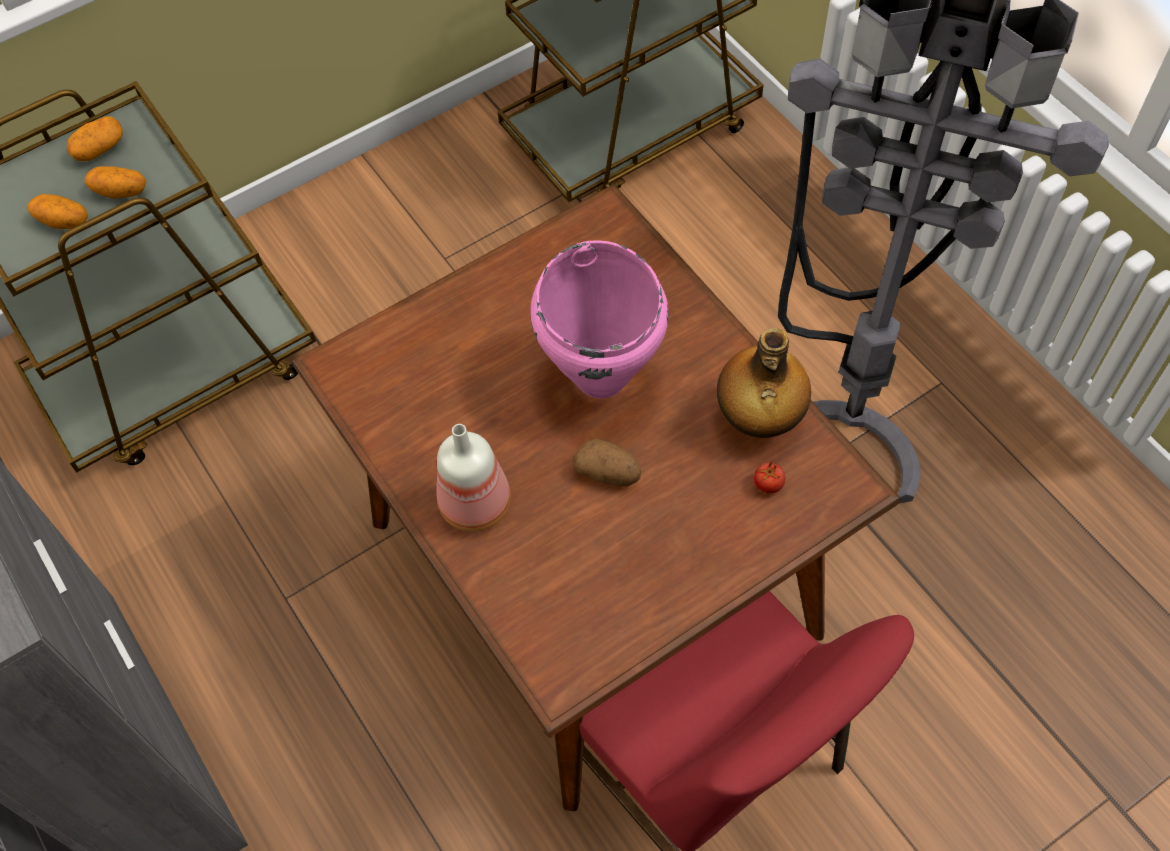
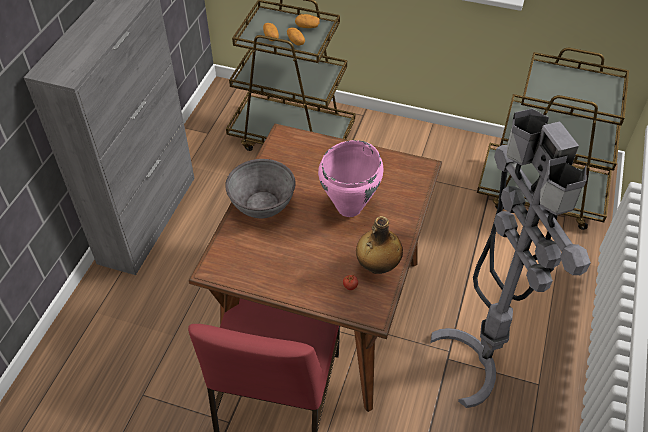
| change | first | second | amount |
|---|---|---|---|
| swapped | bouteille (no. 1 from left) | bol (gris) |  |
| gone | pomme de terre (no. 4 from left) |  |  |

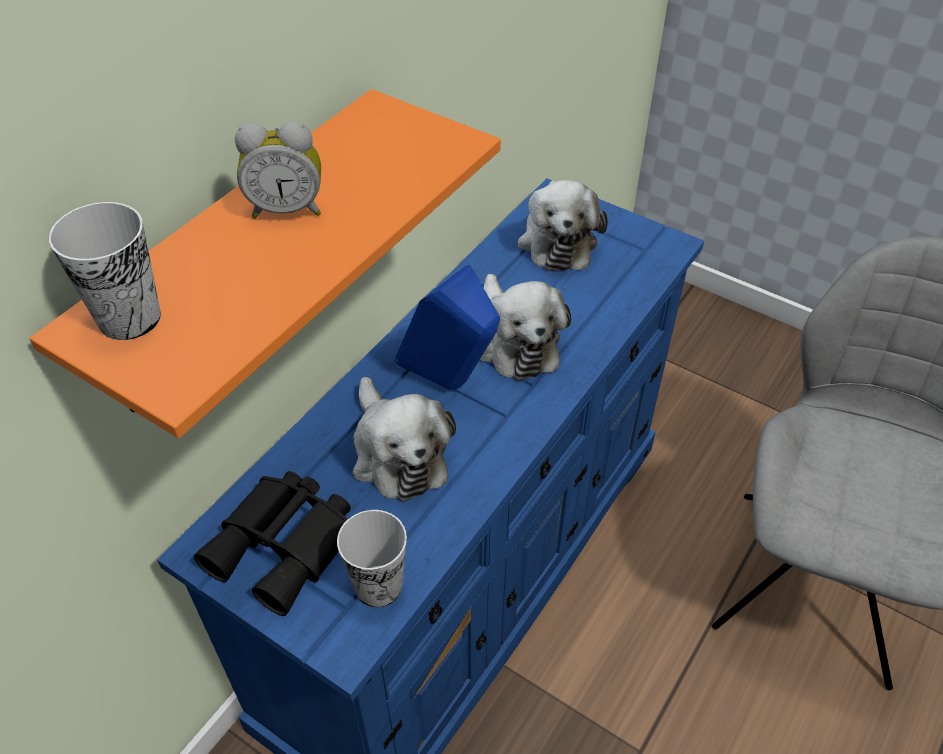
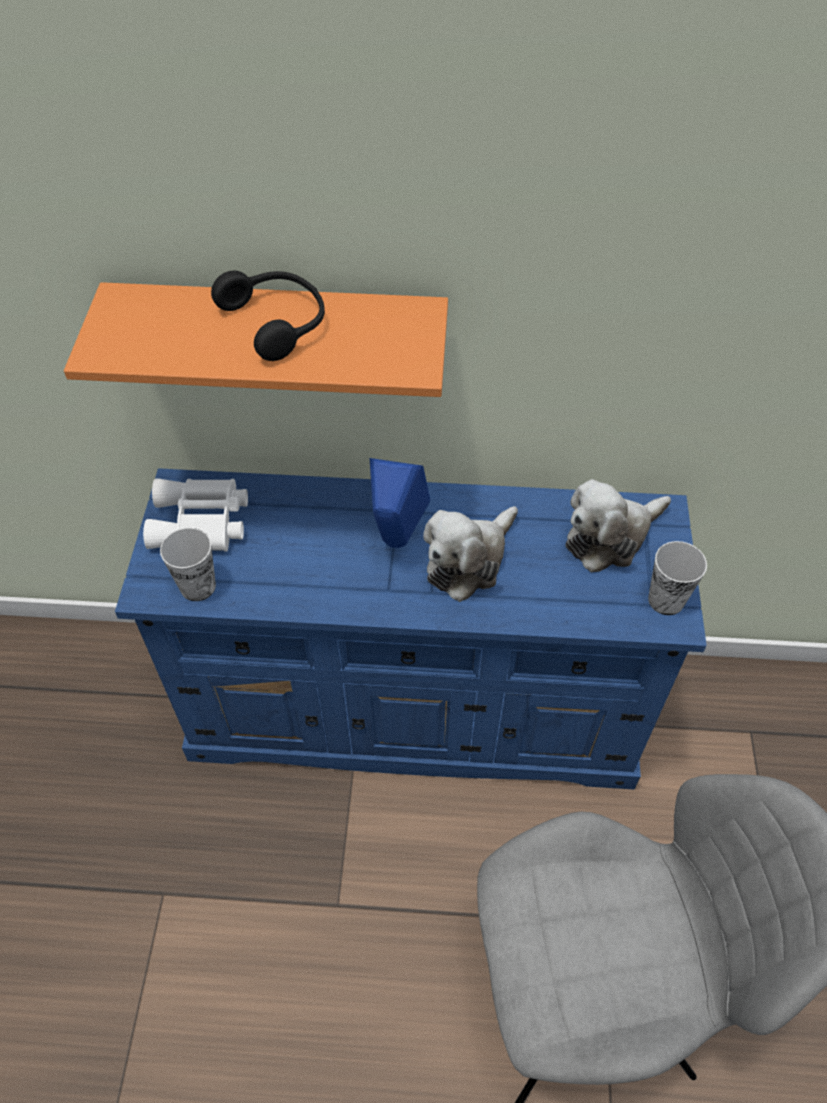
| change | first | second | amount |
|---|---|---|---|
| shifted | tasse (no. 1 from left in the first image) | tasse (no. 2 from left) |  |
| repainted | jumelles (noir) | jumelles (blanc) |  |
| swapped | réveil | casque audio (noir) |  |
| gone | peluche (no. 1 from left) |  |  |

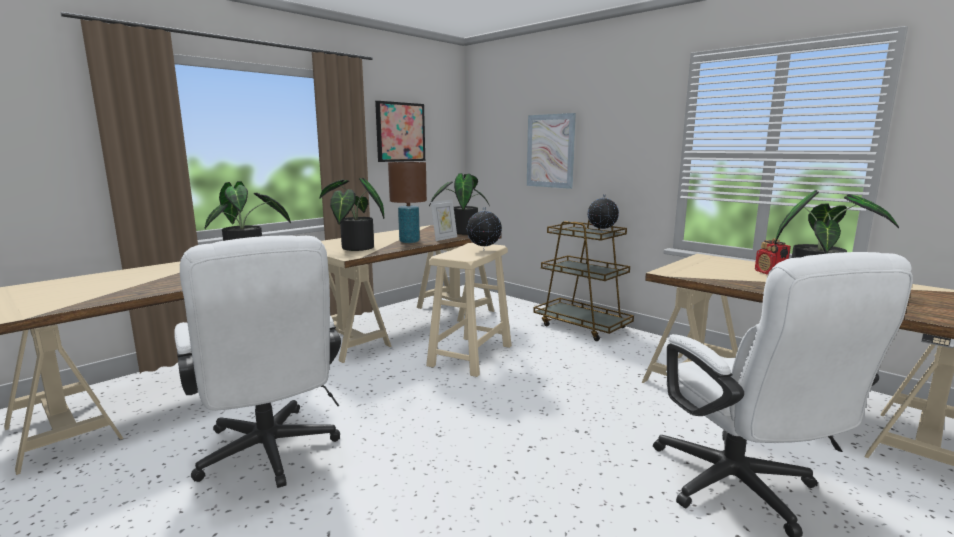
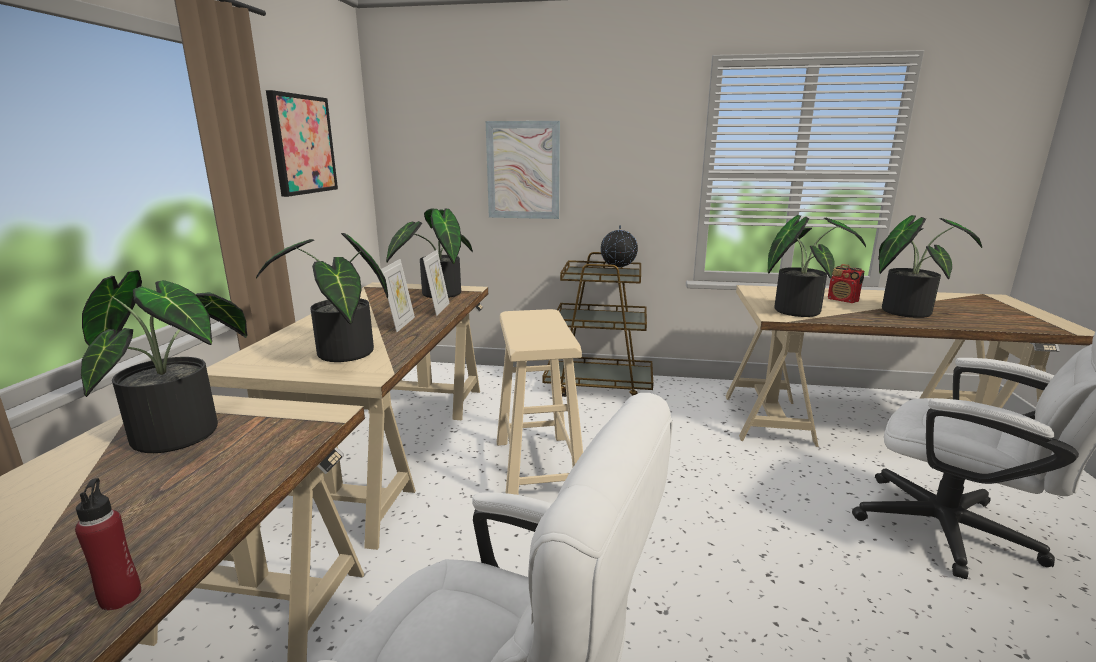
| change | first | second | amount |
|---|---|---|---|
| swapped | lampe de table (marron) | cadre photo (no. 1 from left) |  |
| gone | globe (no. 1 from left) |  |  |
| new |  | bouteille (rouge) |  |
| new |  | plante en pot (no. 4 from left) |  |

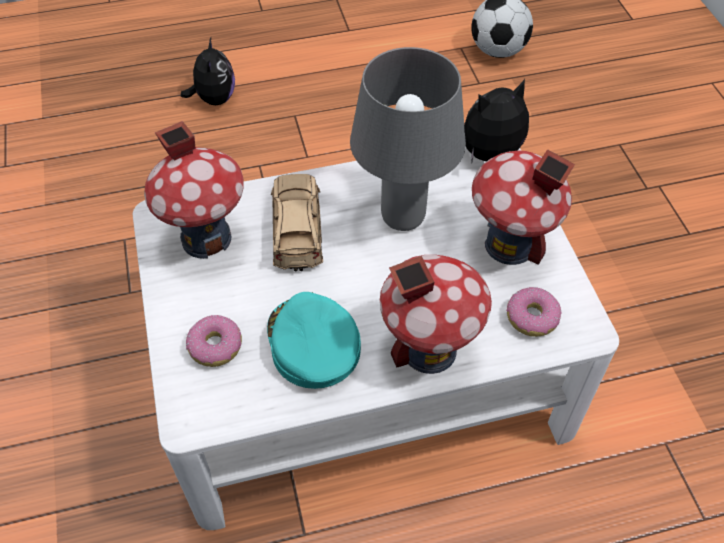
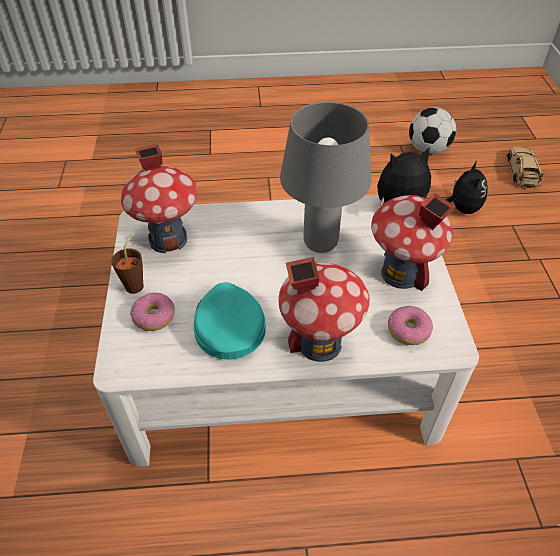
| change | first | second | amount |
|---|---|---|---|
| shifted | peluche (no. 1 from left in the first image) | peluche (no. 2 from left) |  |
| shifted | petite voiture (beige) |  |  |
| new |  | tasse (marron) |  |

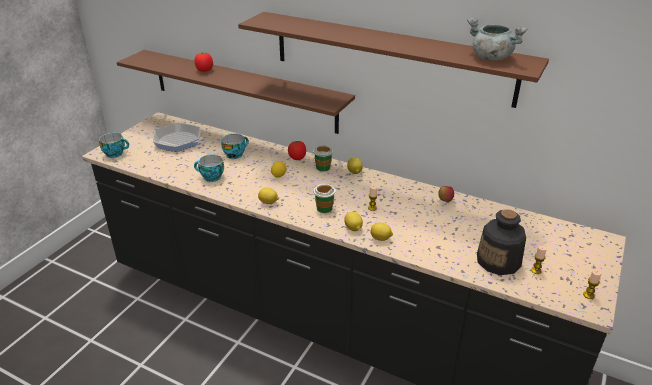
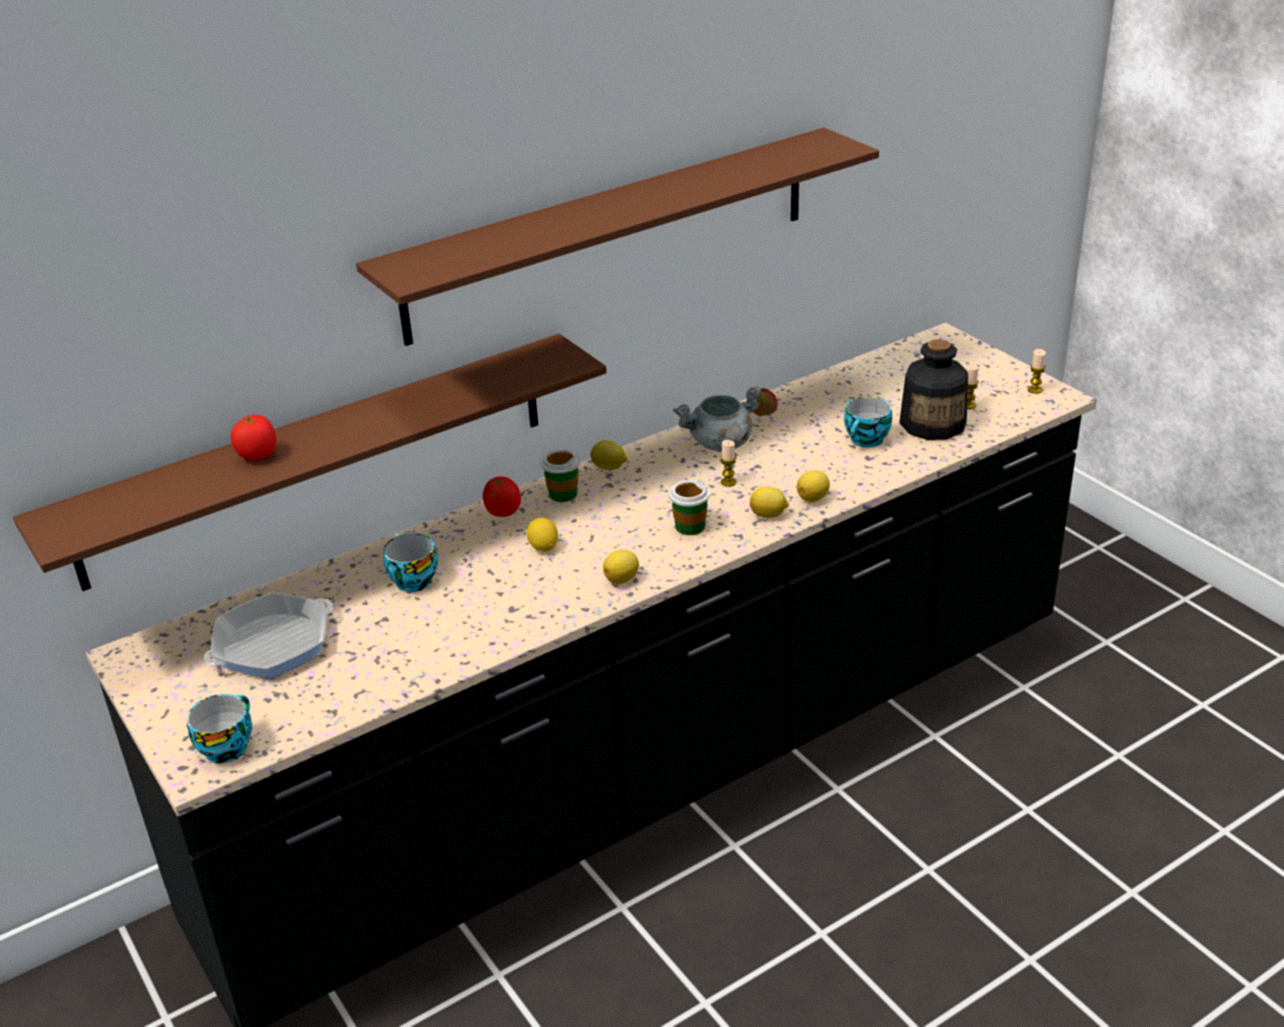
| change | first | second | amount |
|---|---|---|---|
| shifted | tasse (no. 2 from left in the first image) | tasse (no. 5 from left) |  |
| shifted | marmite (gris) |  |  |

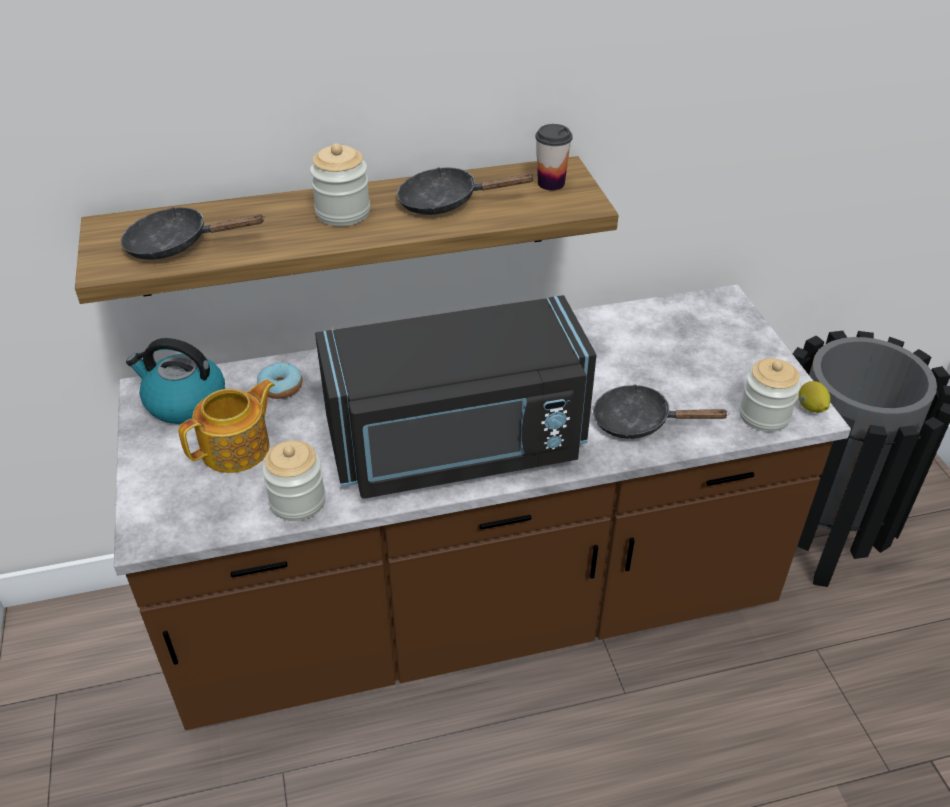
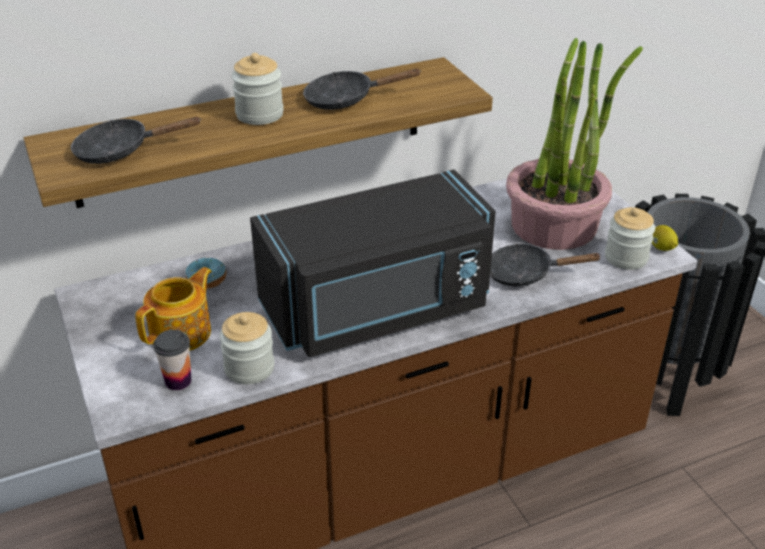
| change | first | second | amount |
|---|---|---|---|
| gone | bouilloire |  |  |
| shifted | tasse |  |  |
| new |  | plante en pot |  |

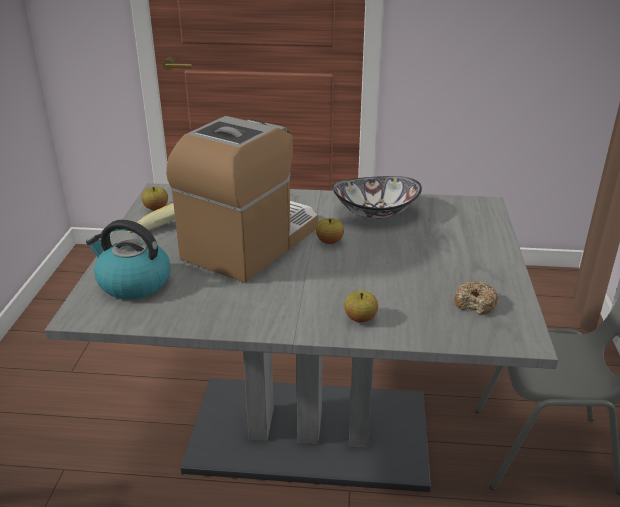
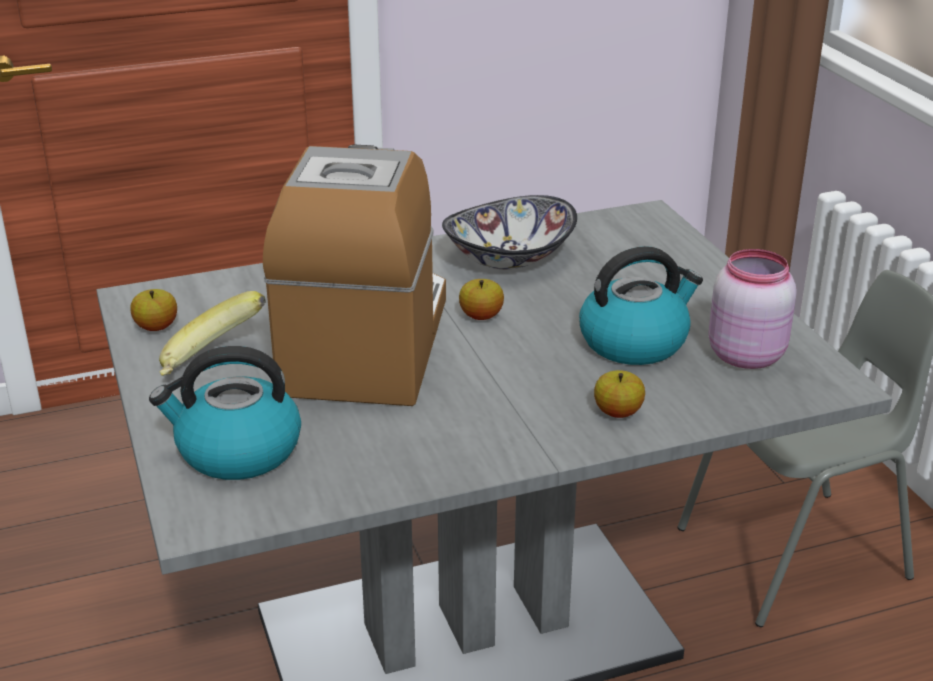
| change | first | second | amount |
|---|---|---|---|
| swapped | beignet | bocal (rose) |  |
| new |  | bouilloire (no. 2 from left) |  |

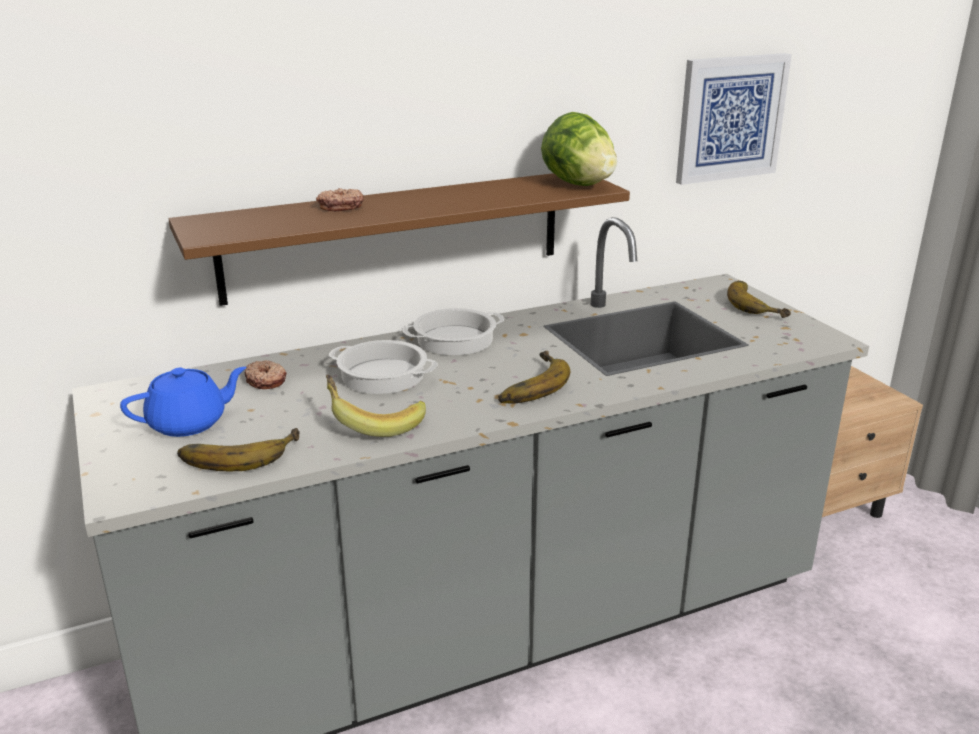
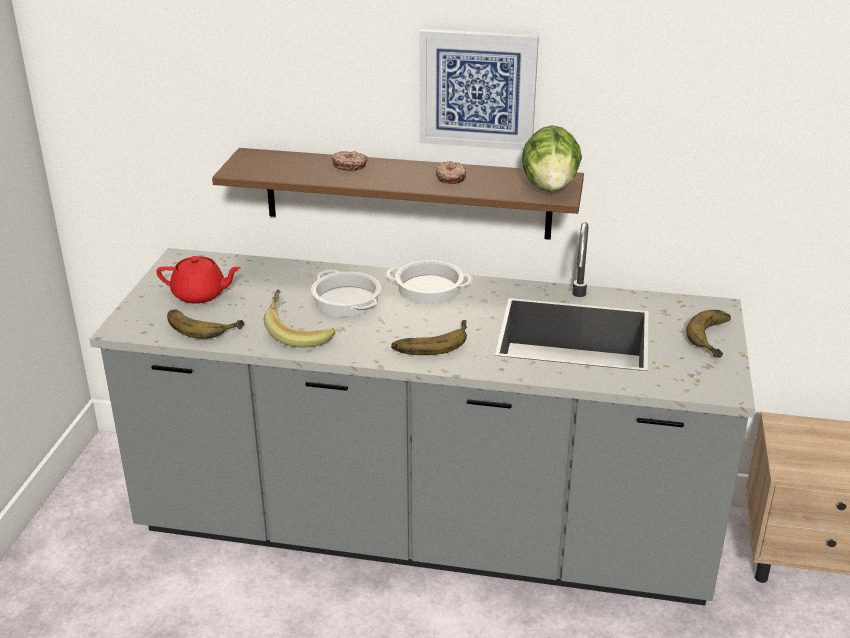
| change | first | second | amount |
|---|---|---|---|
| repainted | théière (bleu) | théière (rouge) |  |
| shifted | beignet (no. 1 from left in the first image) | beignet (no. 2 from left) |  |
| shifted | tableau |  |  |

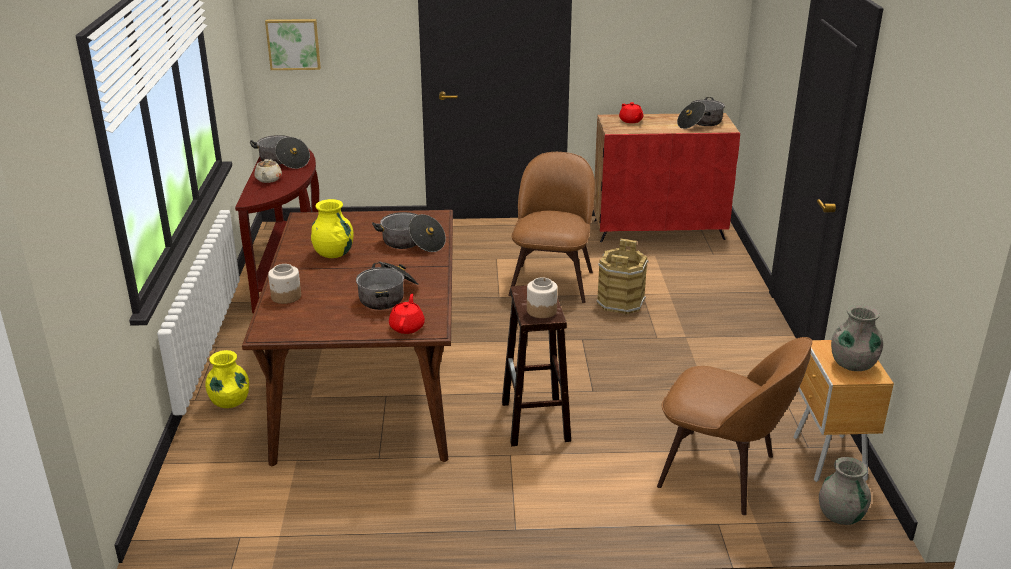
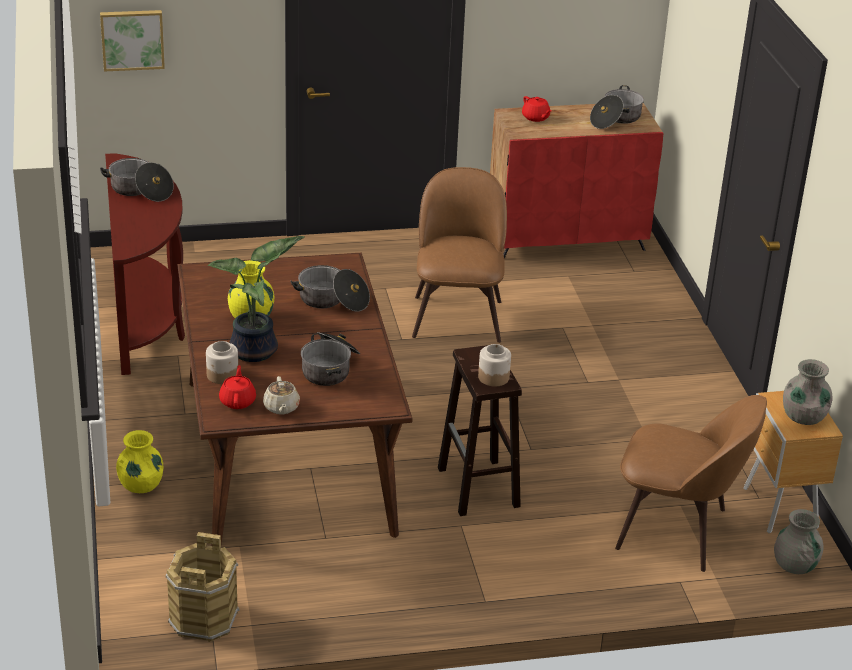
| change | first | second | amount |
|---|---|---|---|
| shifted | théière (beige) |  |  |
| shifted | théière (rouge) (no. 1 from left) |  |  |
| shifted | seau (marron) |  |  |
| new |  | plante en pot |  |

